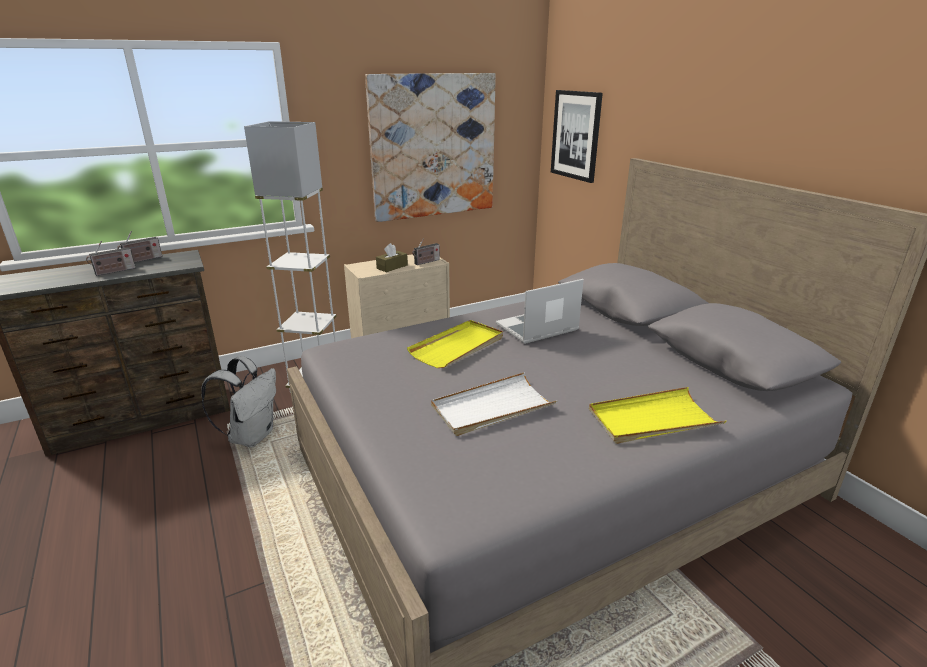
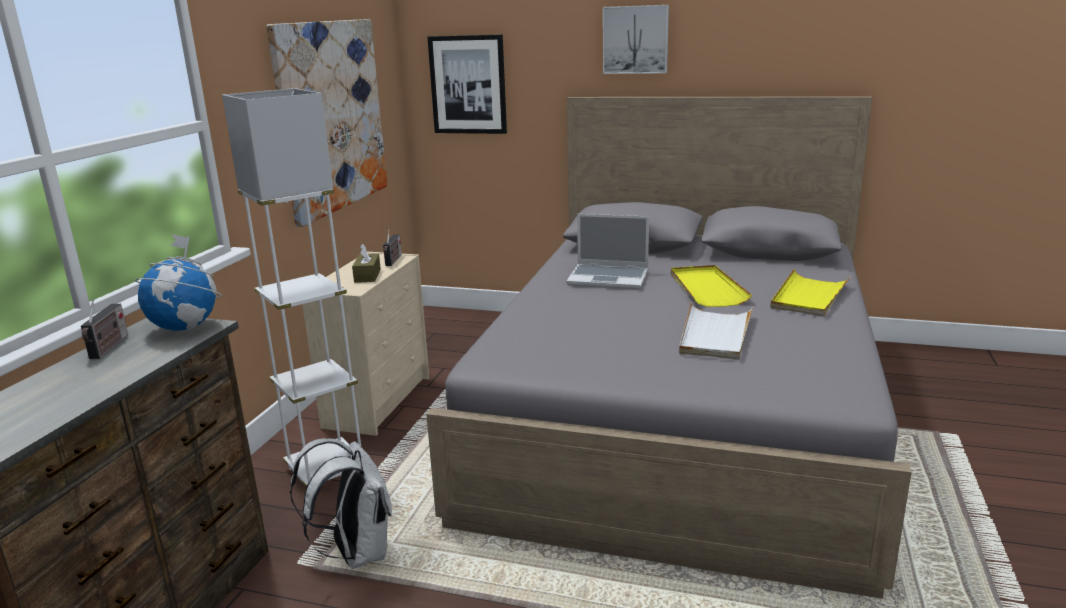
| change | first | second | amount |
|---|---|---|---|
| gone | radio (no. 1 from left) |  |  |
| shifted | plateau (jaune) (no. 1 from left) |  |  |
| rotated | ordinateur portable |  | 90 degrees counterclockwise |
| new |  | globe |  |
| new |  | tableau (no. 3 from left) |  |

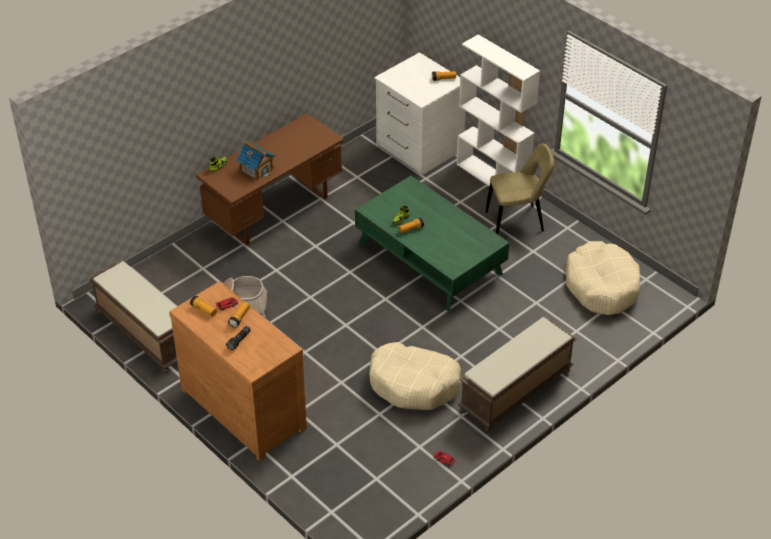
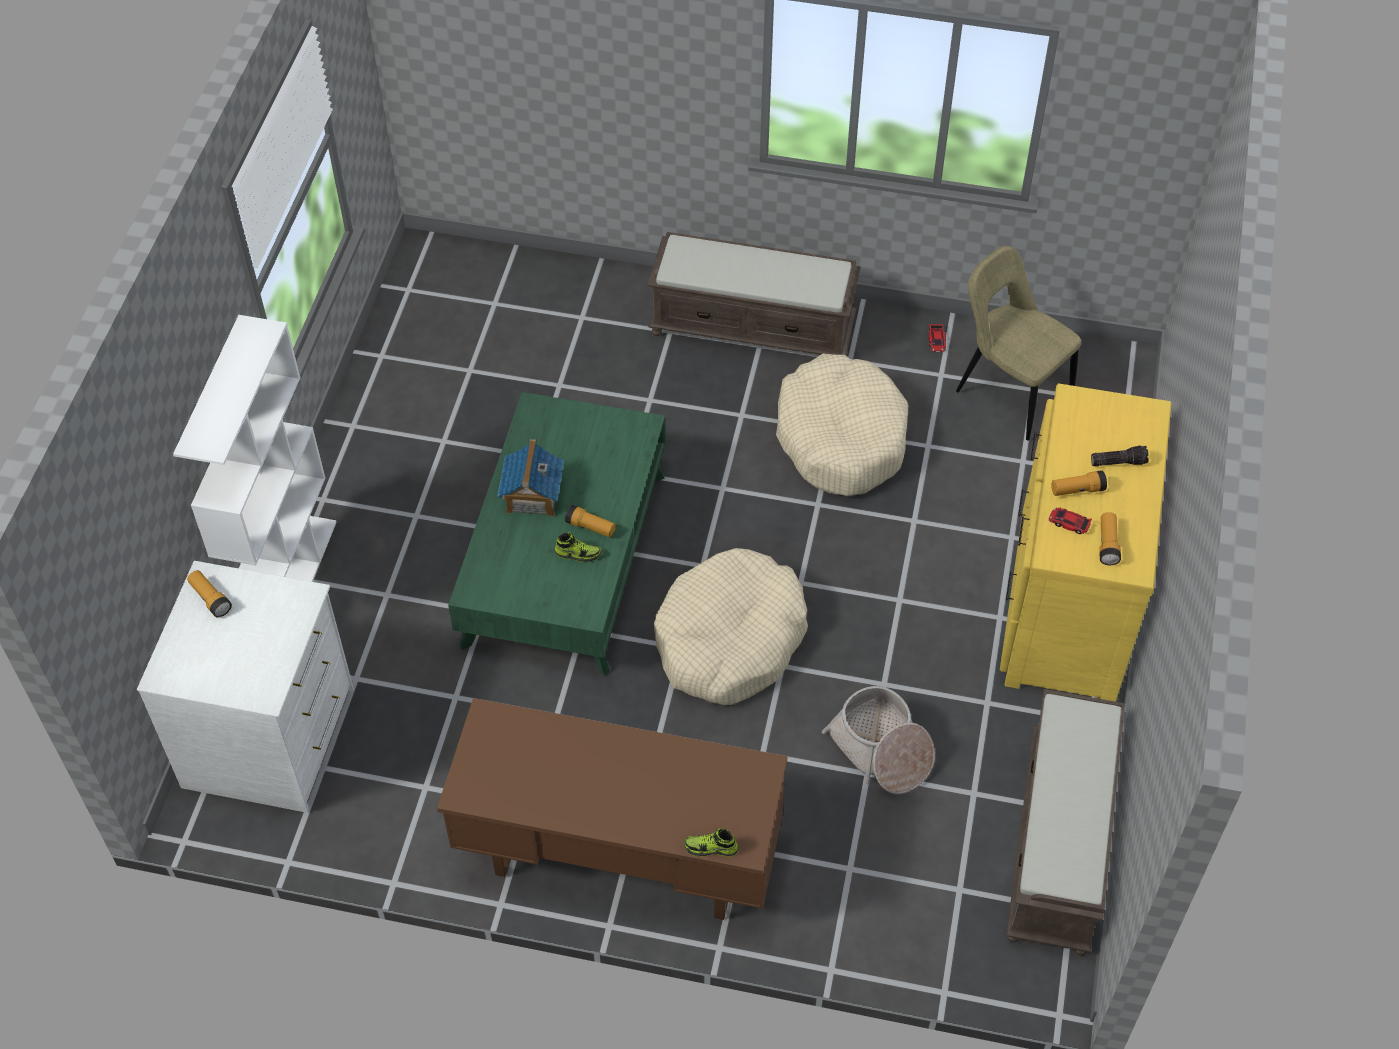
| change | first | second | amount |
|---|---|---|---|
| repainted | commode (marron) | commode (jaune) |  |
| shifted | maison miniature |  |  |
| shifted | chaise (beige) |  |  |
| shifted | panier pour chien (beige) (no. 2 from left in the first image) | panier pour chien (beige) (no. 1 from left) |  |

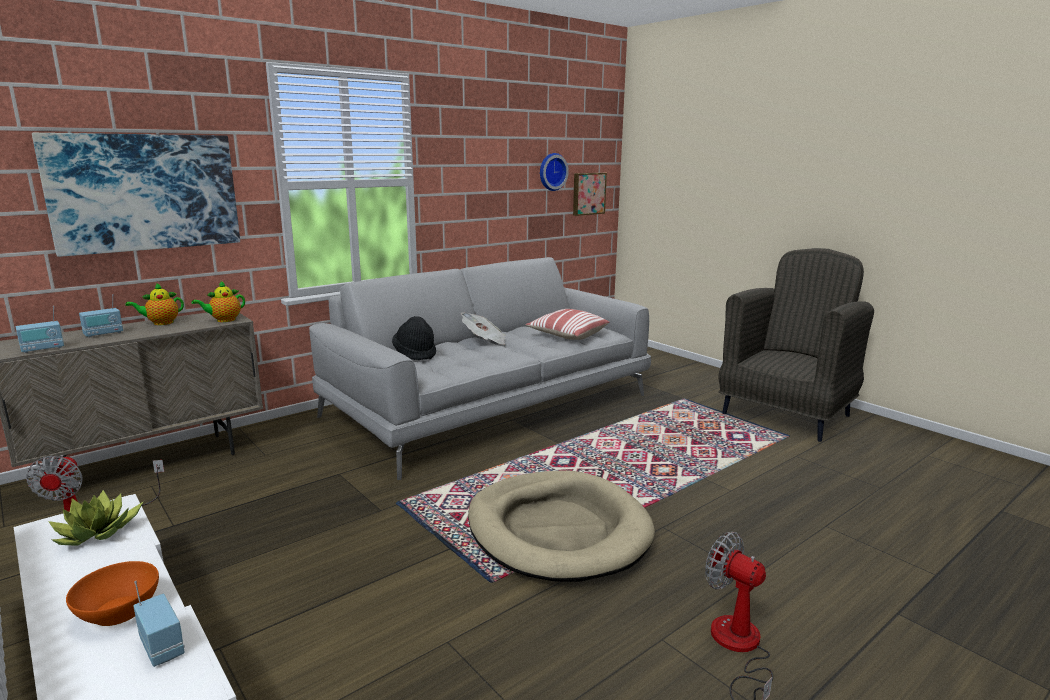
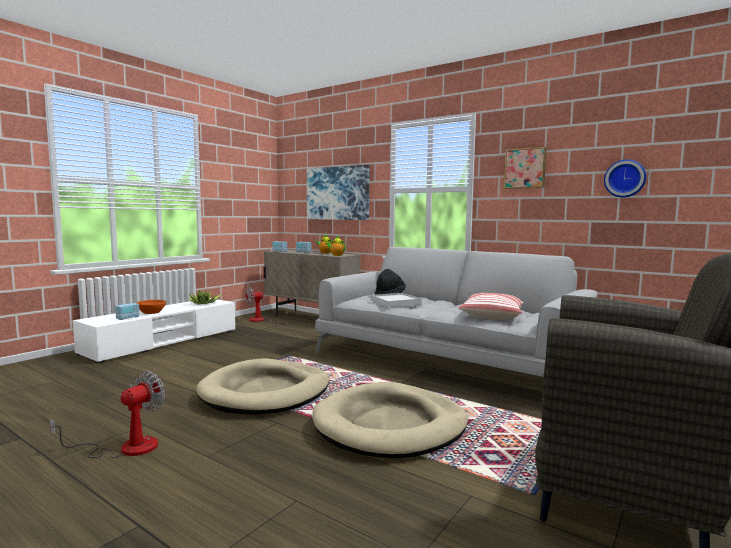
| change | first | second | amount |
|---|---|---|---|
| gone | journal |  |  |
| shifted | tableau (no. 2 from left) |  |  |
| new |  | panier pour chien (beige) (no. 2 from left) |  |
| new |  | plateau (blanc) |  |

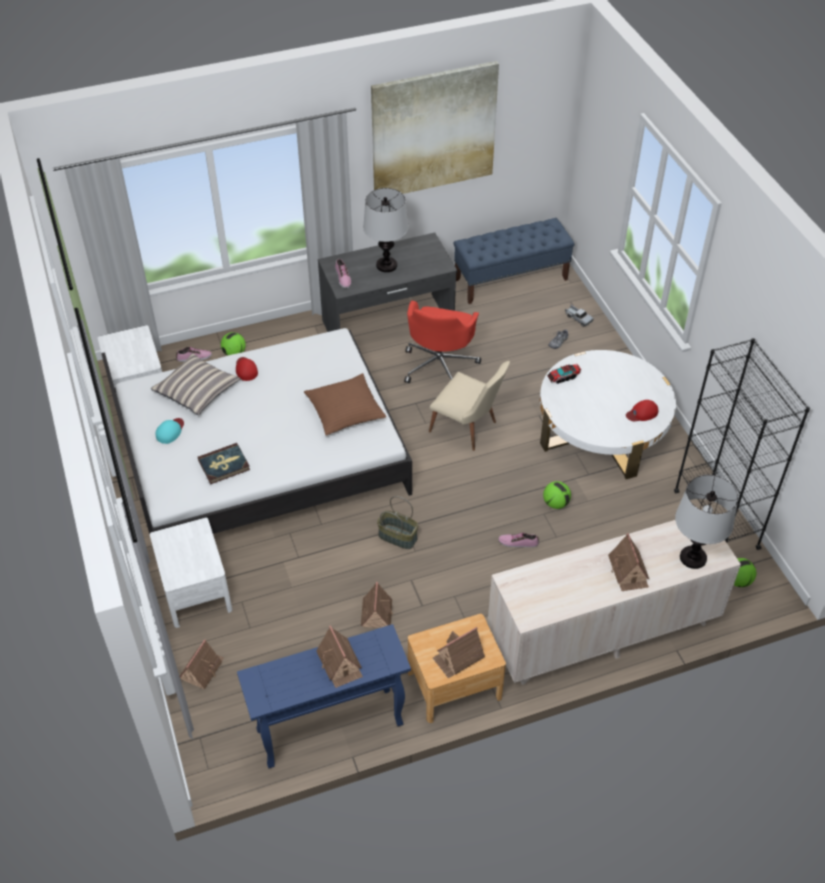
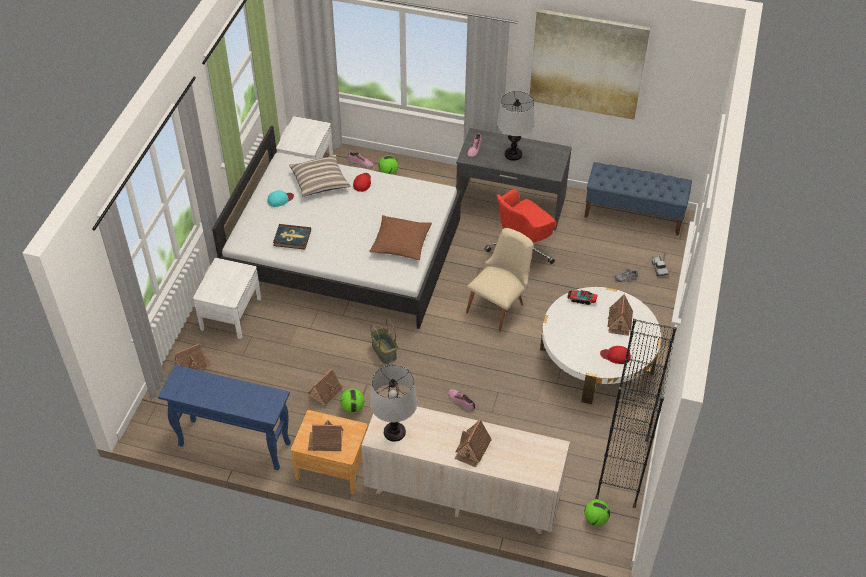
| change | first | second | amount |
|---|---|---|---|
| shifted | maison miniature (no. 2 from left in the first image) | maison miniature (no. 5 from left) |  |
| rotated | chaise (beige) |  | 120 degrees counterclockwise |
| shifted | ballon de foot (no. 2 from left in the first image) | ballon de foot (no. 1 from left) |  |
| shifted | lampe de table (no. 2 from left in the first image) | lampe de table (no. 1 from left) |  |

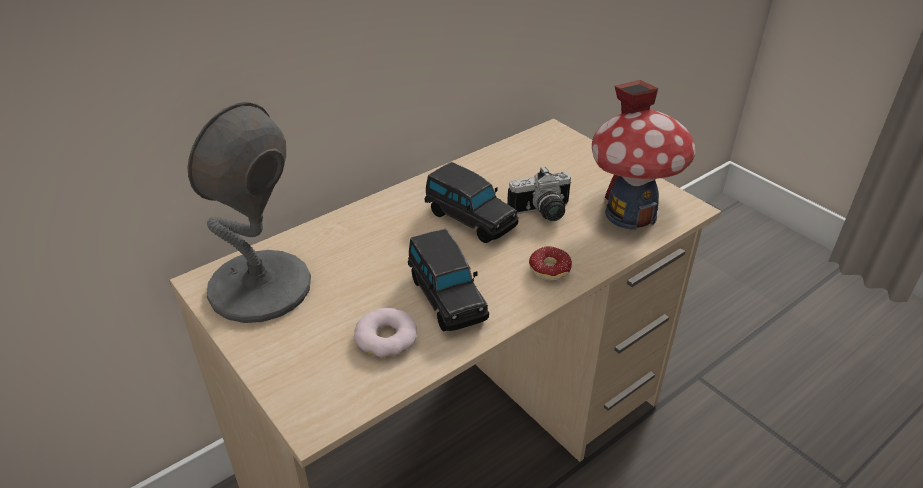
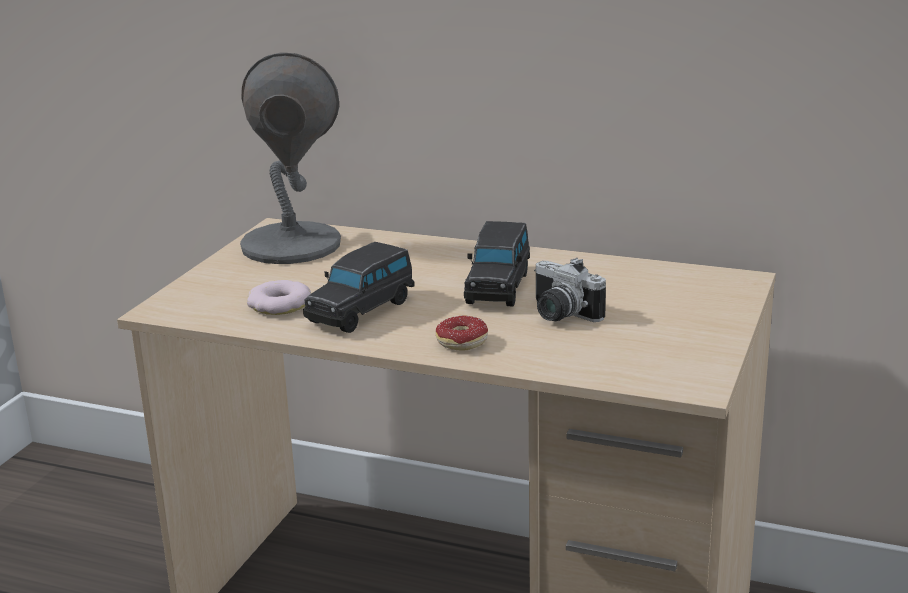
| change | first | second | amount |
|---|---|---|---|
| gone | maison miniature |  |  |

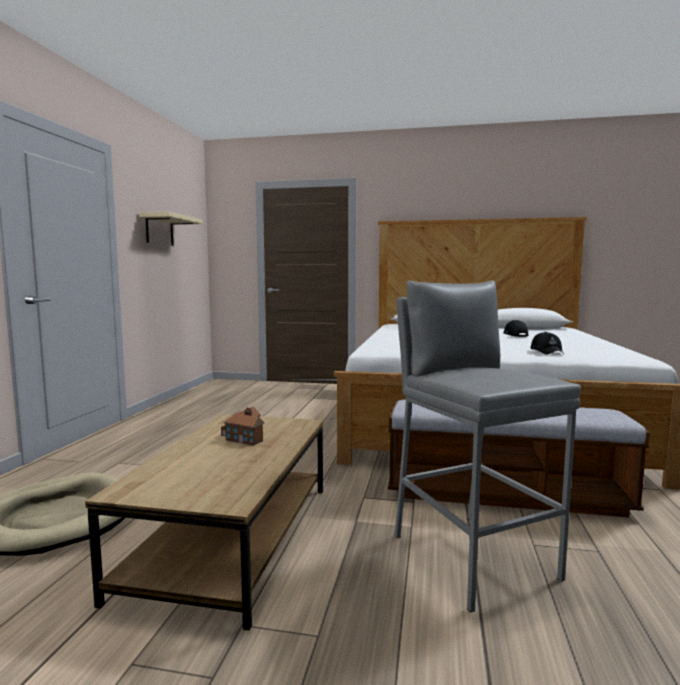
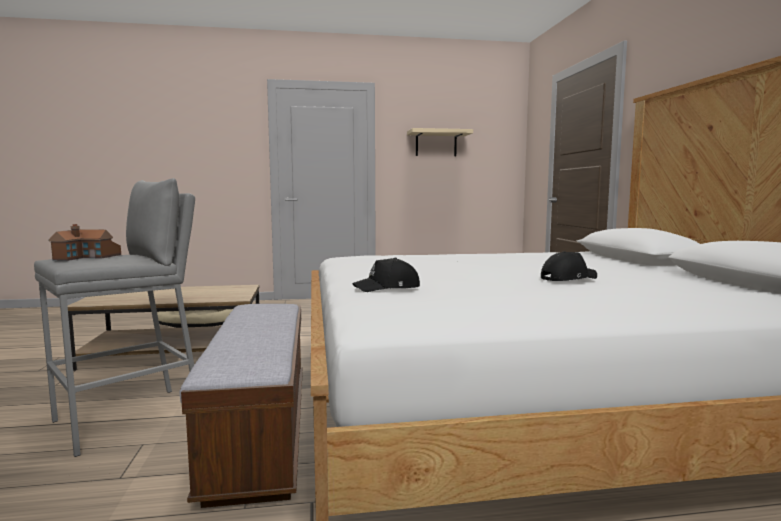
| change | first | second | amount |
|---|---|---|---|
| shifted | maison miniature |  |  |

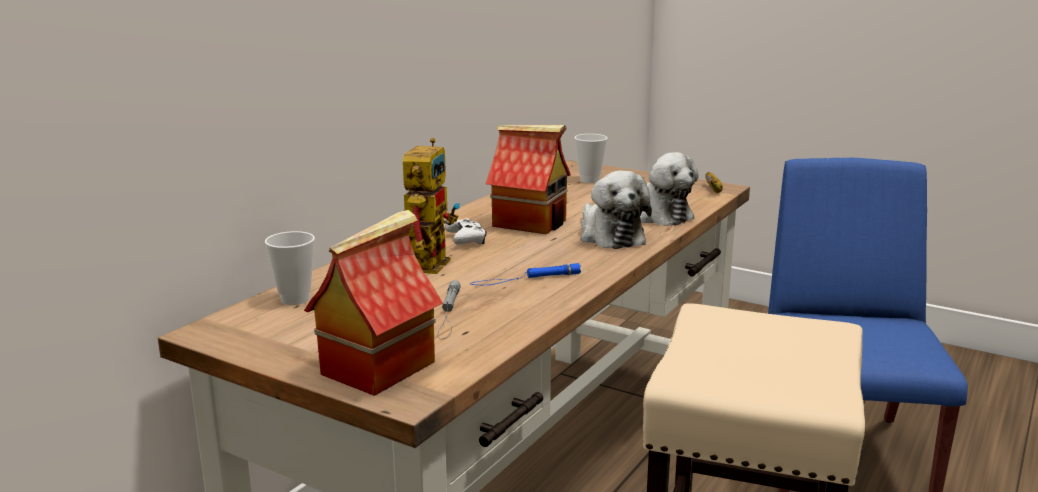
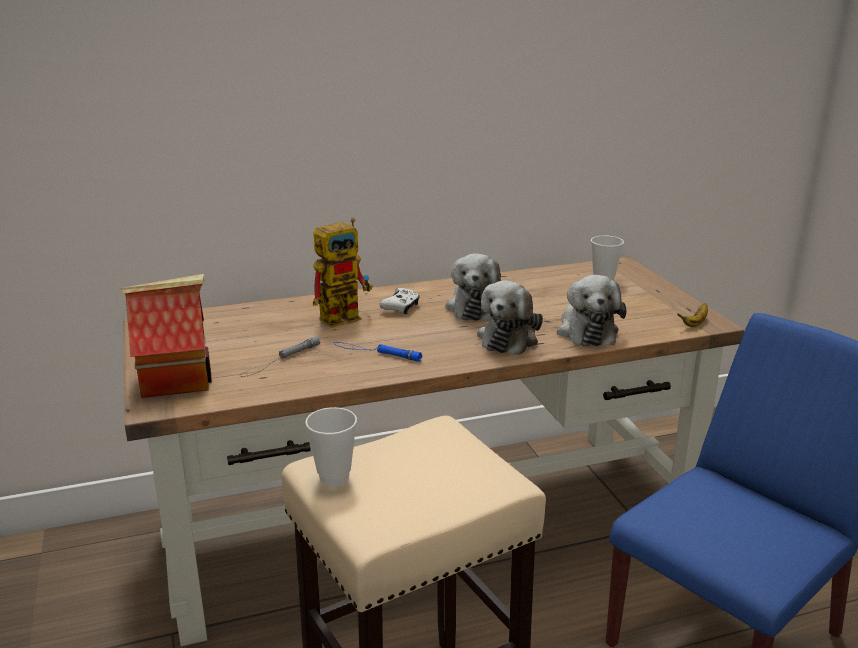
| change | first | second | amount |
|---|---|---|---|
| shifted | tasse (no. 1 from left) |  |  |
| swapped | maison miniature (no. 2 from left) | peluche (no. 1 from left) |  |

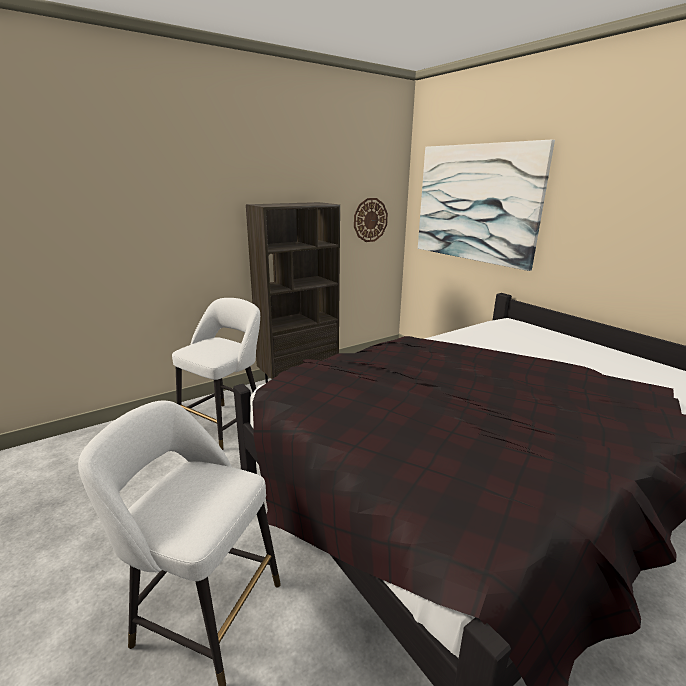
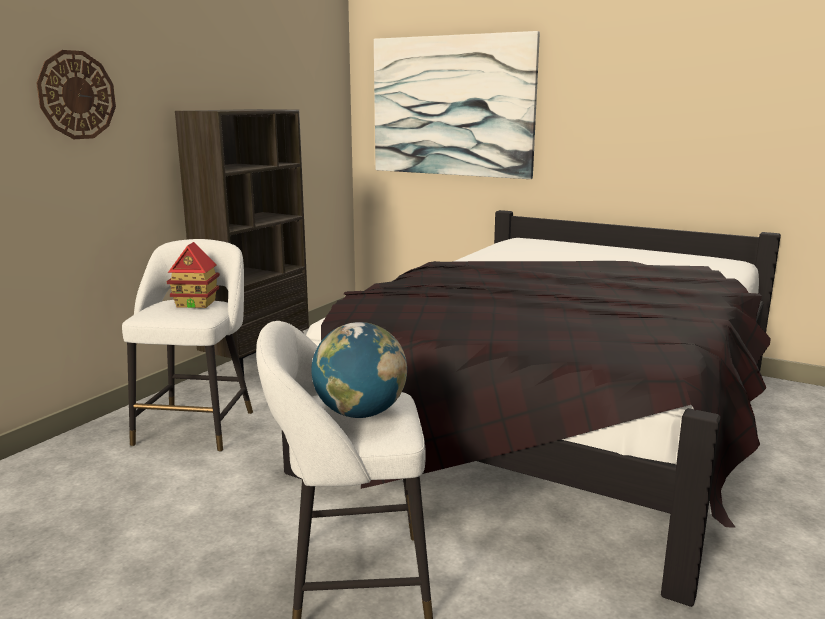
| change | first | second | amount |
|---|---|---|---|
| shifted | horloge murale |  |  |
| new |  | maison miniature |  |
| new |  | globe |  |

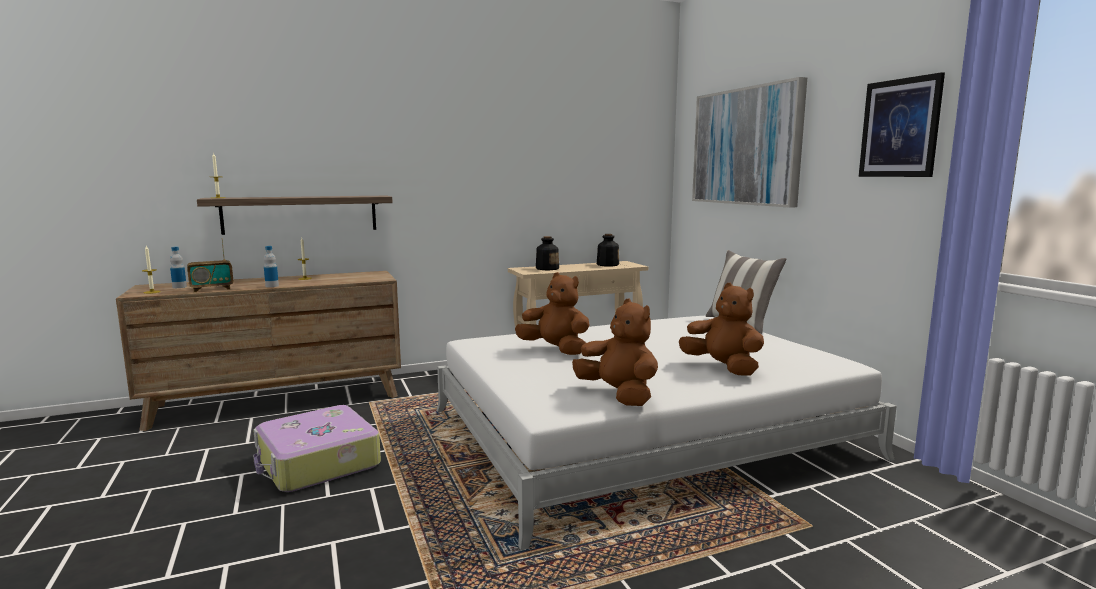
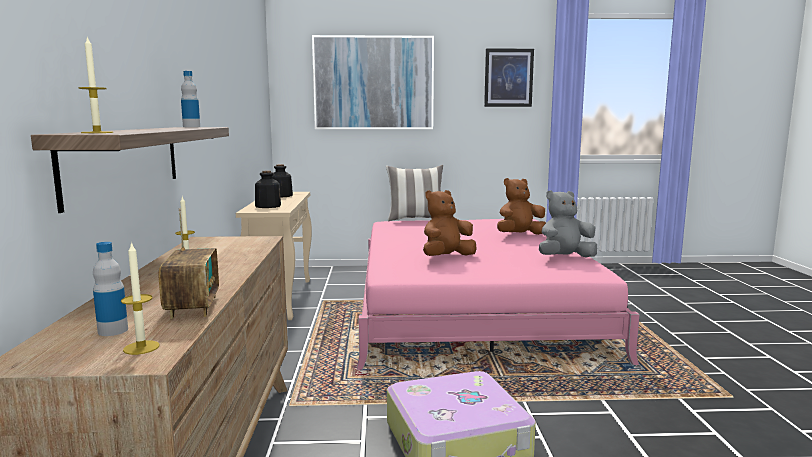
| change | first | second | amount |
|---|---|---|---|
| shifted | bouteille (no. 2 from left) |  |  |
| repainted | lit (blanc) | lit (rose) |  |
| repainted | peluche (marron) (no. 2 from left) | peluche (gris) |  |

